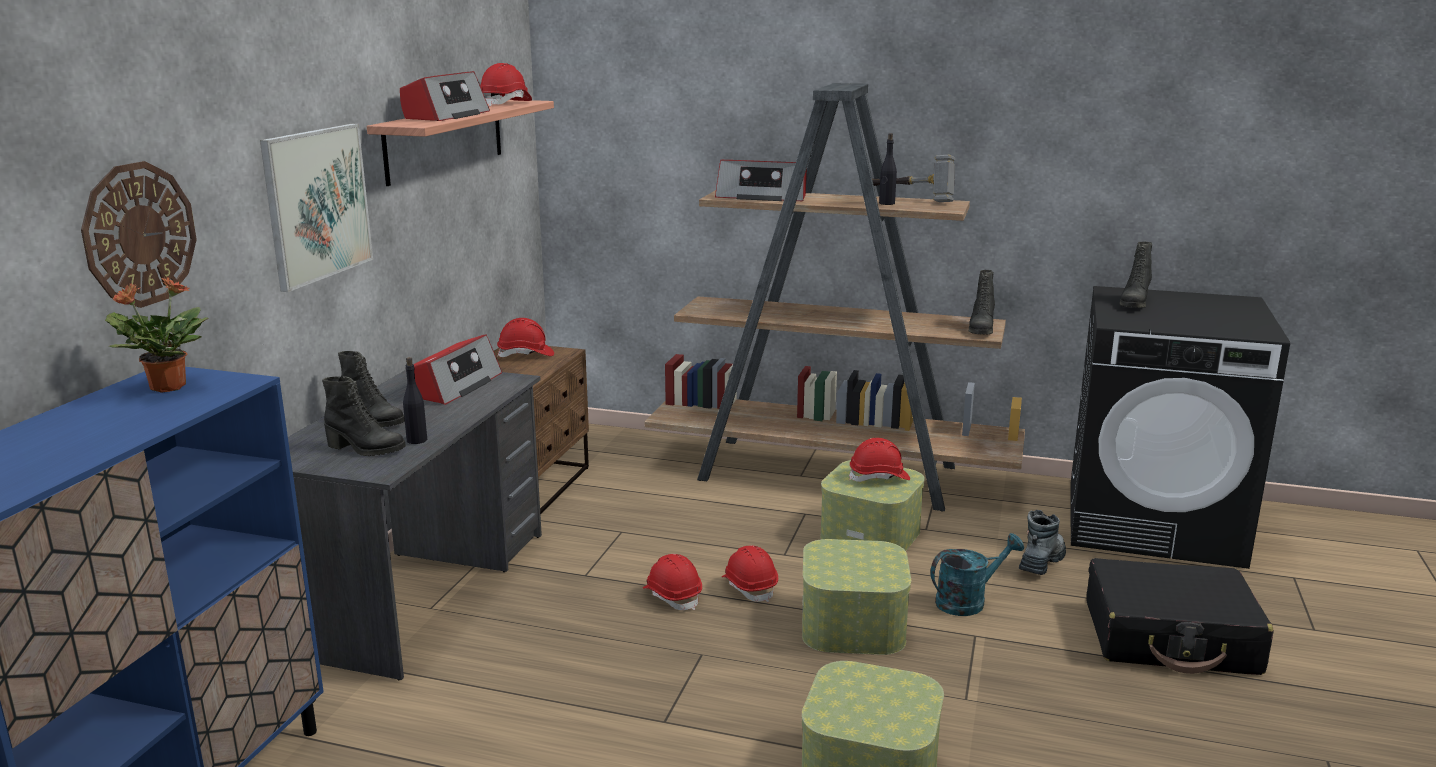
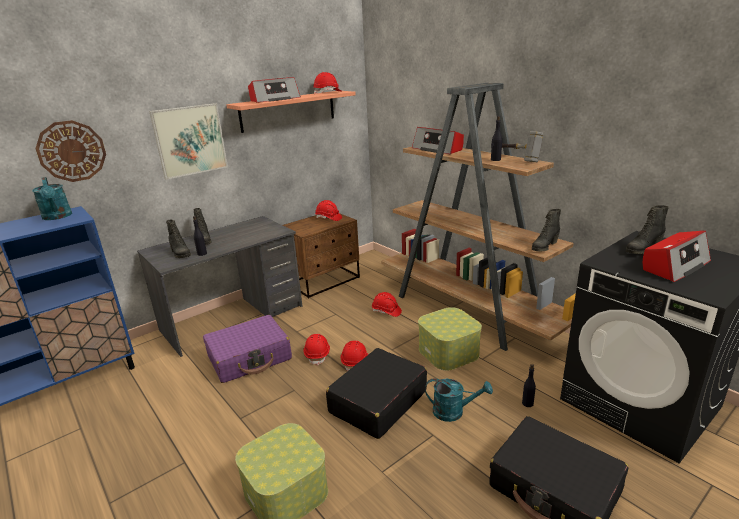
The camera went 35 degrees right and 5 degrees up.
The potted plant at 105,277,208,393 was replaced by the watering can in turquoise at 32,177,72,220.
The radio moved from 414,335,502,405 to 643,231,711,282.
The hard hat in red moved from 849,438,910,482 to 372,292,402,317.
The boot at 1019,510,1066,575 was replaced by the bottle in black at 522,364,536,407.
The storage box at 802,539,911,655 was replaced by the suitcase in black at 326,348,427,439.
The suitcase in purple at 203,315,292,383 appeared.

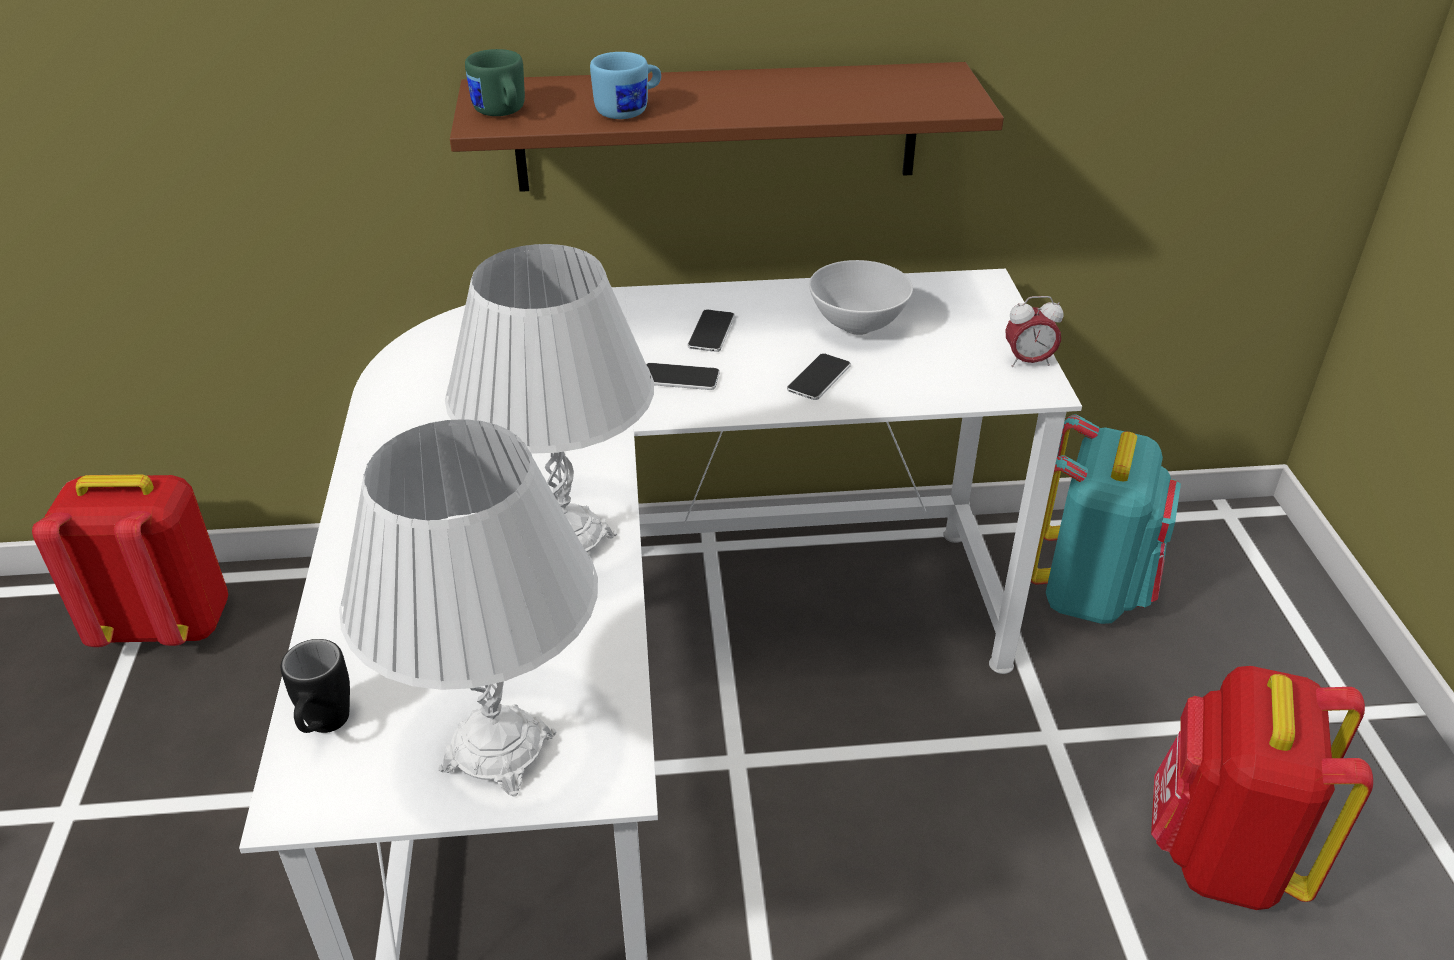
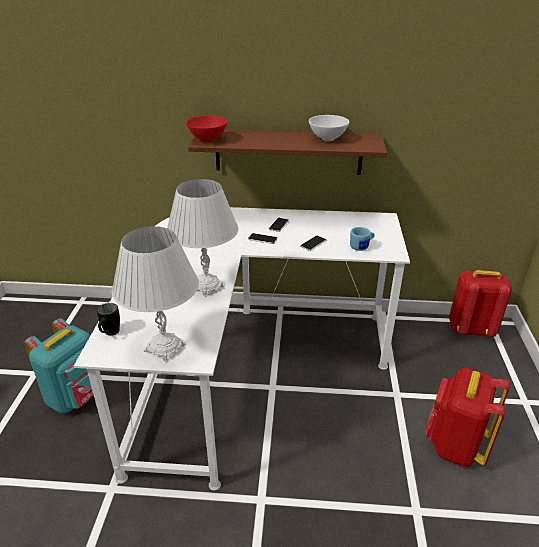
The camera went 10 degrees right and 5 degrees down.
The mug in green at 465,49,525,116 was replaced by the bowl in red at 186,116,227,142.
The mug in blue moved from 590,52,661,119 to 350,227,375,251.
The bowl in white moved from 809,260,913,335 to 309,115,349,141.
The alarm clock at 1005,296,1063,367 disappeared.
The backpack in turquoise moved from 1031,414,1181,624 to 24,318,94,414.
The backpack in red moved from 32,475,228,647 to 449,270,512,337.

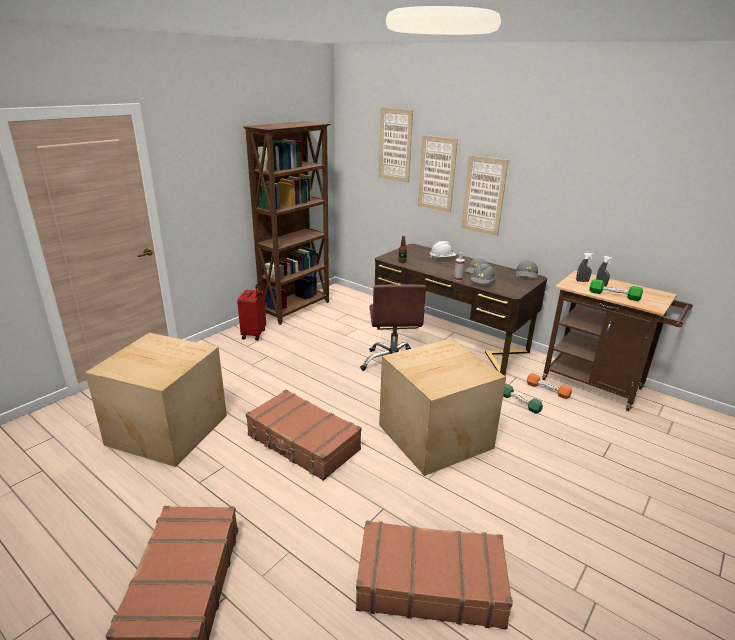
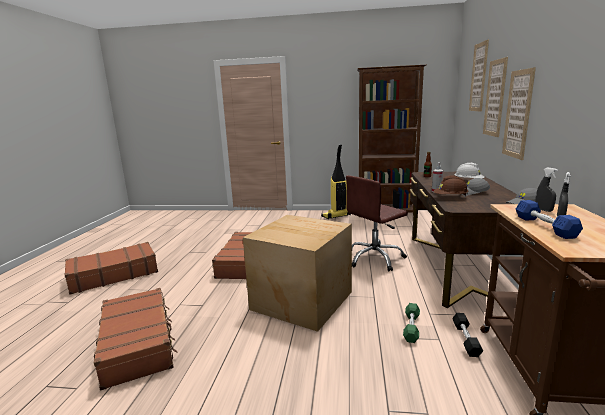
The camera went 60 degrees right and 10 degrees down.
The hard hat in grey at 471,263,495,284 became the hard hat in brown at 434,175,469,197.
The dumbbell in green at 589,279,643,301 became the dumbbell in blue at 516,200,583,239.
The suitcase in red at 237,282,266,341 was replaced by the vacuum cleaner at 321,144,351,219.
The cardboard box at 85,332,227,467 disappeared.
The dumbbell in orange at 527,373,572,399 became the dumbbell in black at 452,313,483,357.

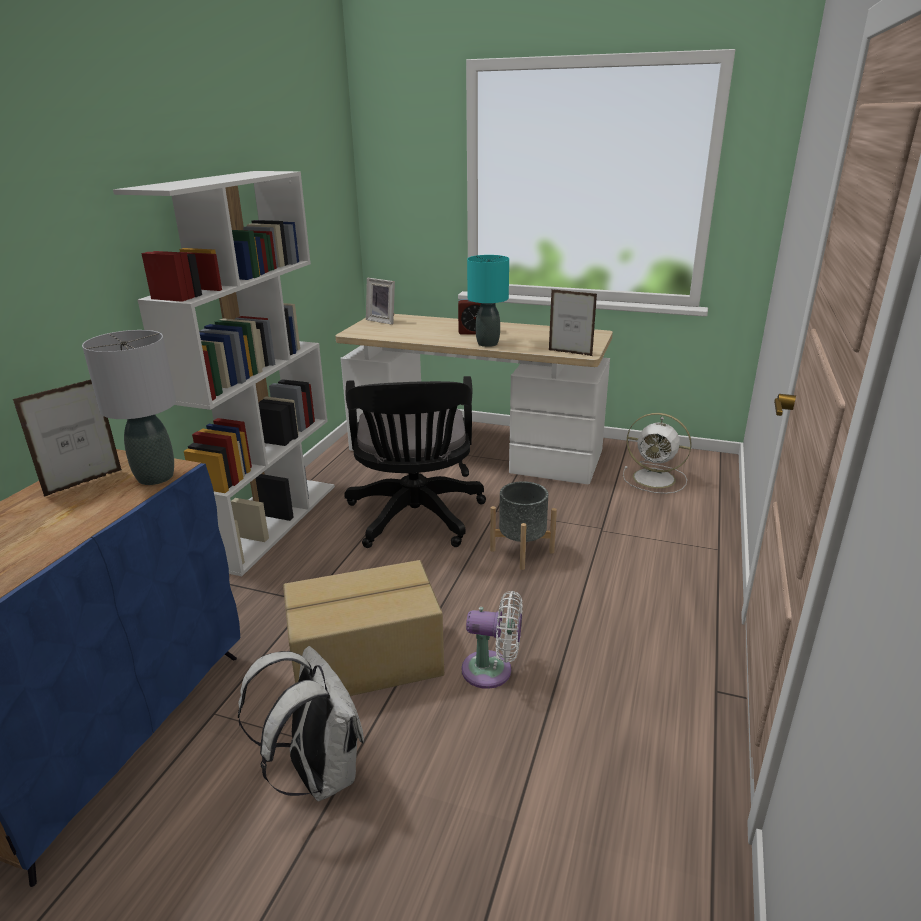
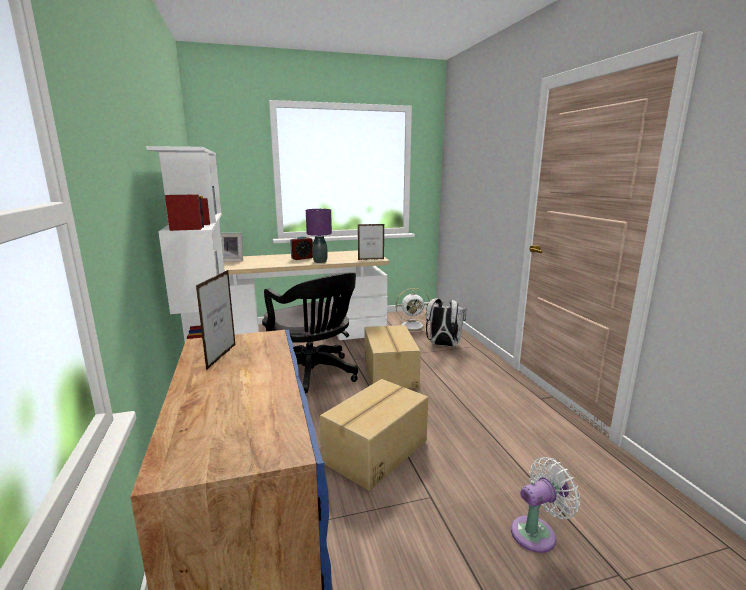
The camera went 35 degrees left and 10 degrees down.
The table lamp in turquoise at 467,255,509,347 became the table lamp in purple at 306,209,332,263.
The table lamp in grey at 82,330,176,485 disappeared.
The planter in grey at 490,481,557,570 was replaced by the cardboard box at 364,325,421,389.
The fan in white moved from 462,591,523,689 to 511,457,580,553.
The backpack in white moved from 238,646,364,801 to 426,298,466,347.

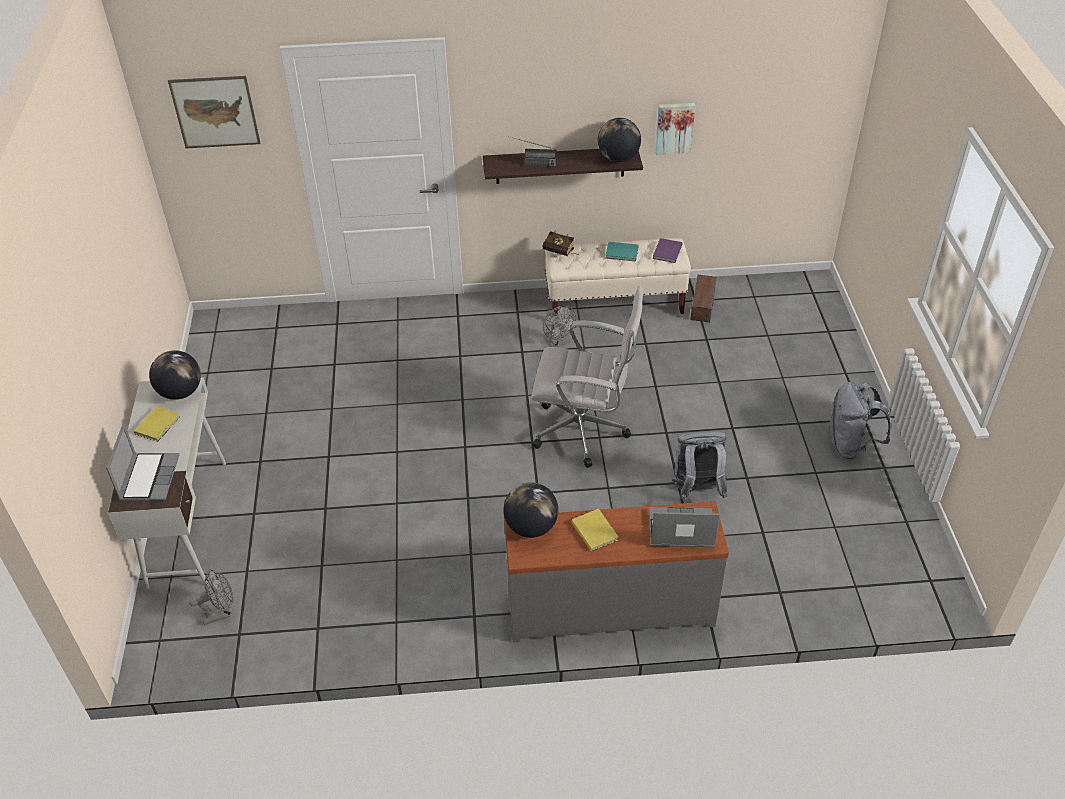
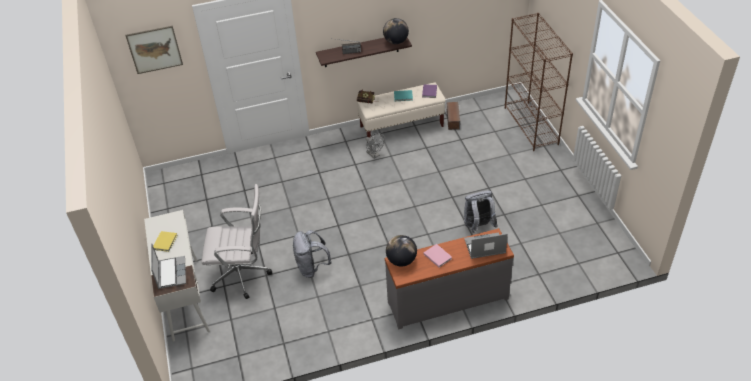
The camera went 10 degrees left and 0 degrees up.
The picture at 655,103,695,155 disappeared.
The office chair in white moved from 531,286,643,468 to 202,184,272,299.
The globe at 149,350,201,400 disappeared.
The backpack in grey moved from 828,382,892,459 to 293,230,331,278.
The book in yellow at 572,509,619,551 became the book in pink at 423,244,452,268.
The fan in grey at 189,569,233,625 disappeared.
The bookcase in brown at 505,13,573,151 appeared.

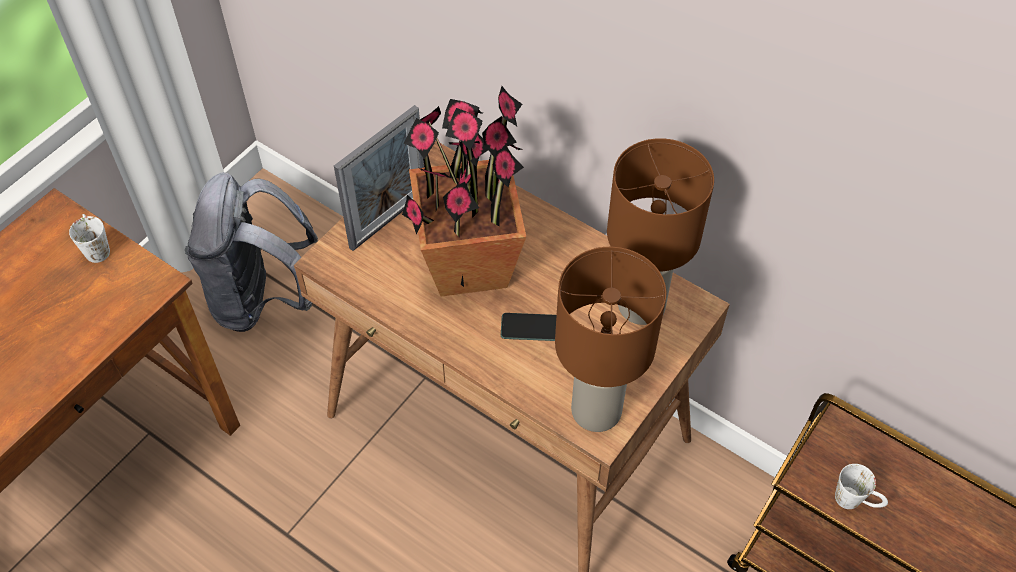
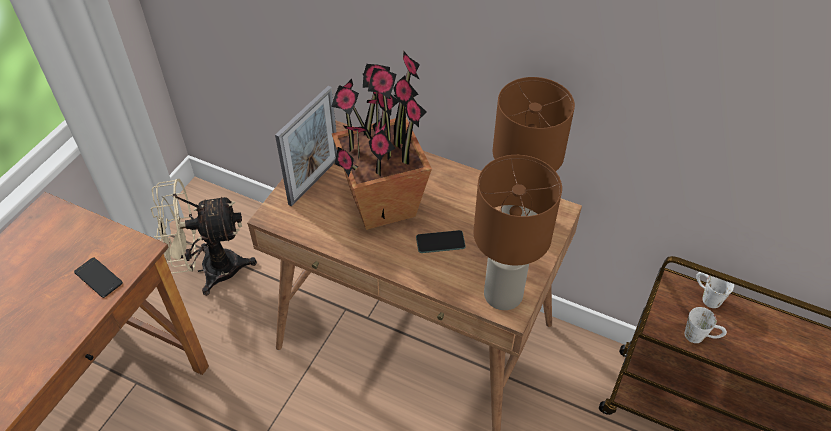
The camera went 10 degrees left and 5 degrees down.
The backpack in grey at 185,172,318,332 was replaced by the fan in beige at 151,179,257,296.
The mug in white moved from 69,214,110,263 to 696,272,734,308.
The phone at 74,257,123,298 appeared.

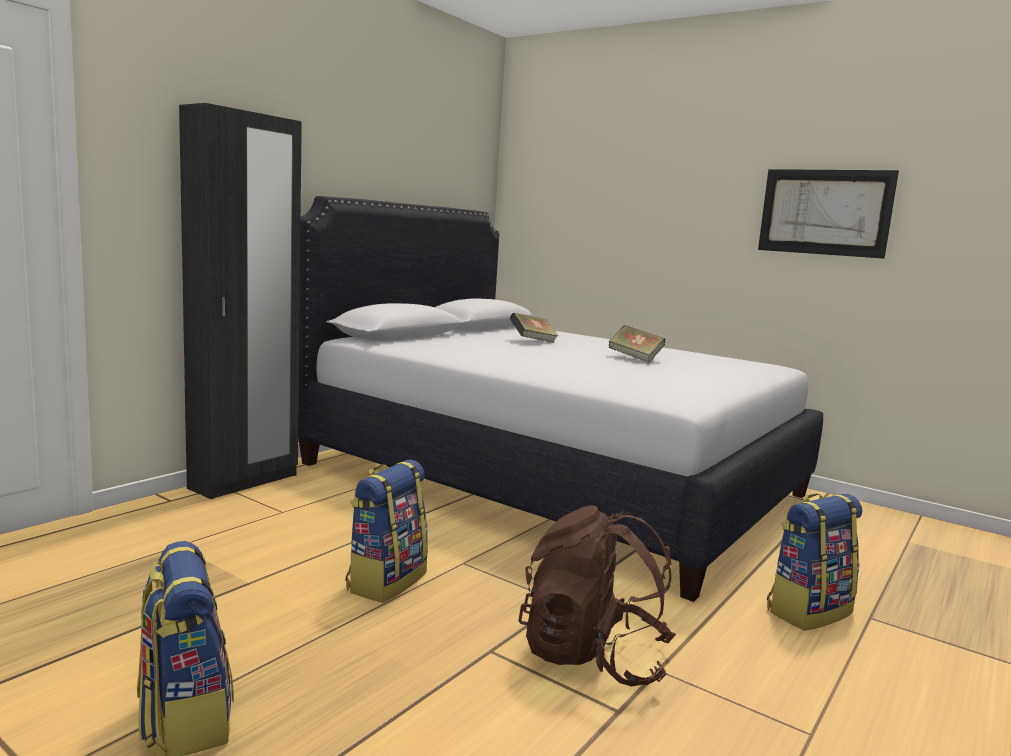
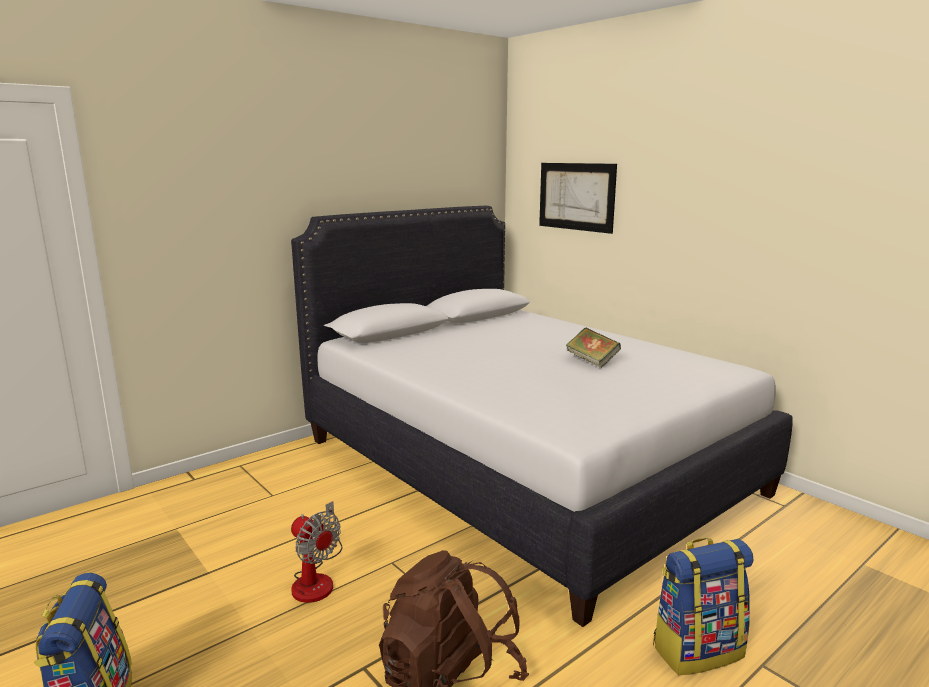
The camera went 15 degrees right and 5 degrees up.
The wardrobe in black at 179,103,302,499 disappeared.
The picture moved from 758,169,899,259 to 539,163,617,234.
The book at 510,313,559,343 disappeared.
The backpack at 345,460,428,603 was replaced by the fan at 291,501,342,603.

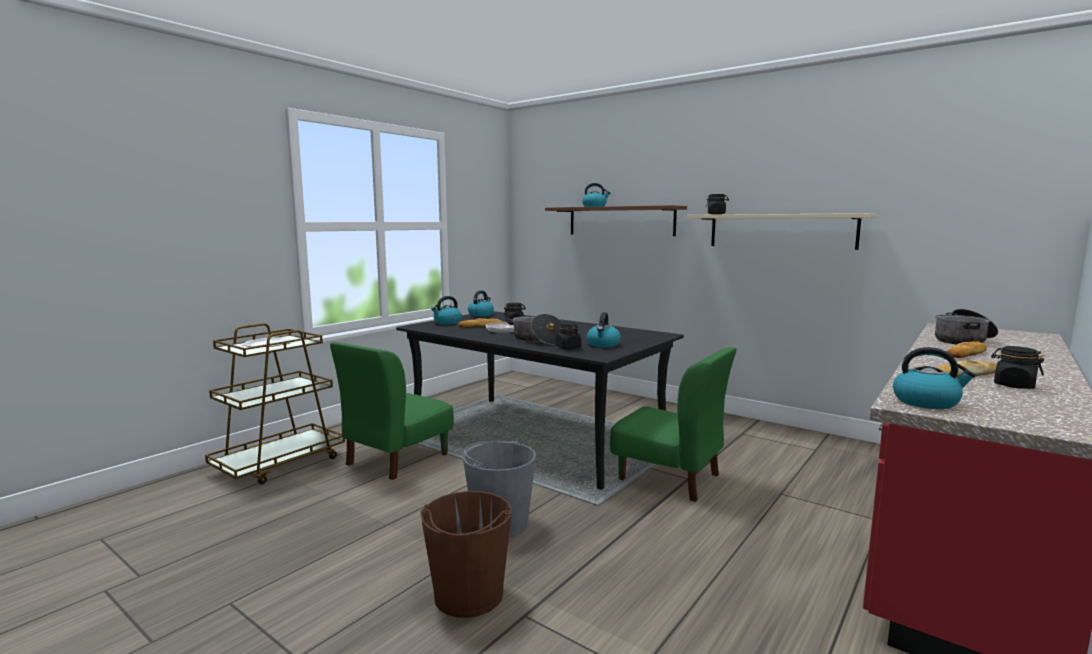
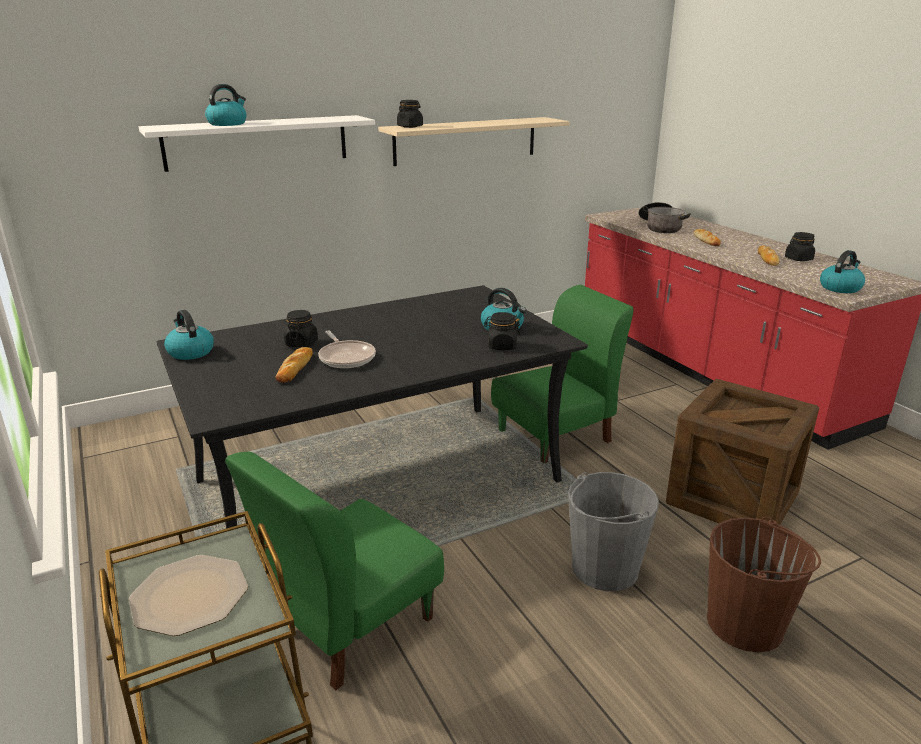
The camera went 65 degrees left and 15 degrees up.
The shelf in brown at 545,205,687,236 became the shelf in white at 139,115,375,172.
The kettle at 431,296,462,324 disappeared.
The cooking pot at 506,314,561,345 disappeared.
The chair in green at 330,342,454,480 turned 75 degrees clockwise.
The crate at 666,379,819,525 appeared.

